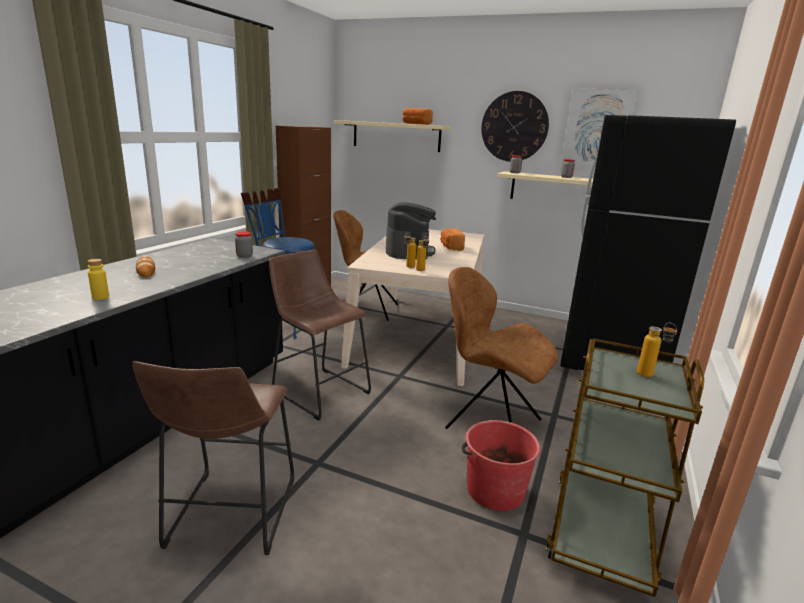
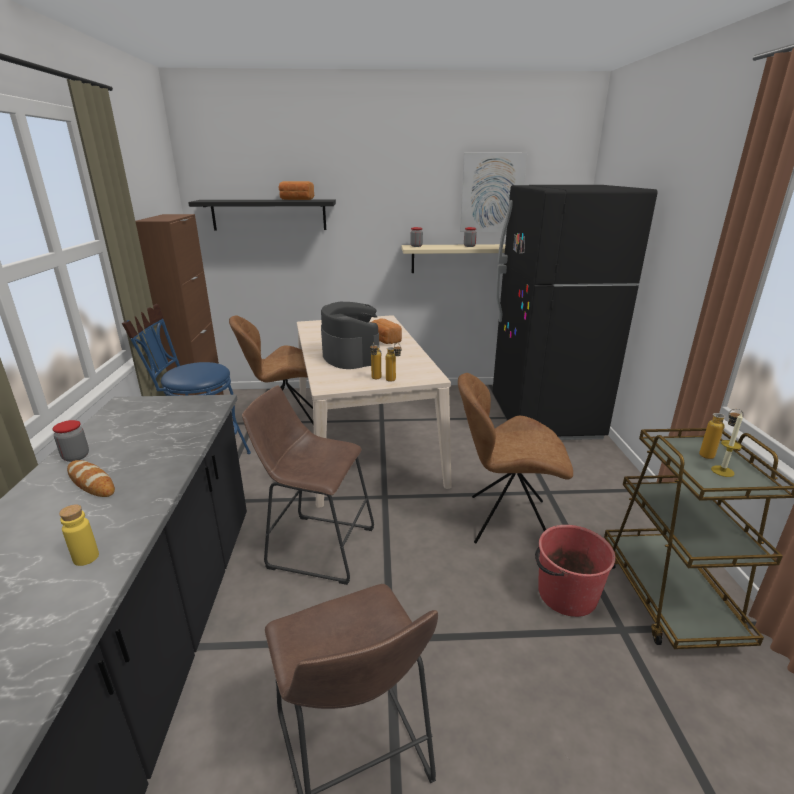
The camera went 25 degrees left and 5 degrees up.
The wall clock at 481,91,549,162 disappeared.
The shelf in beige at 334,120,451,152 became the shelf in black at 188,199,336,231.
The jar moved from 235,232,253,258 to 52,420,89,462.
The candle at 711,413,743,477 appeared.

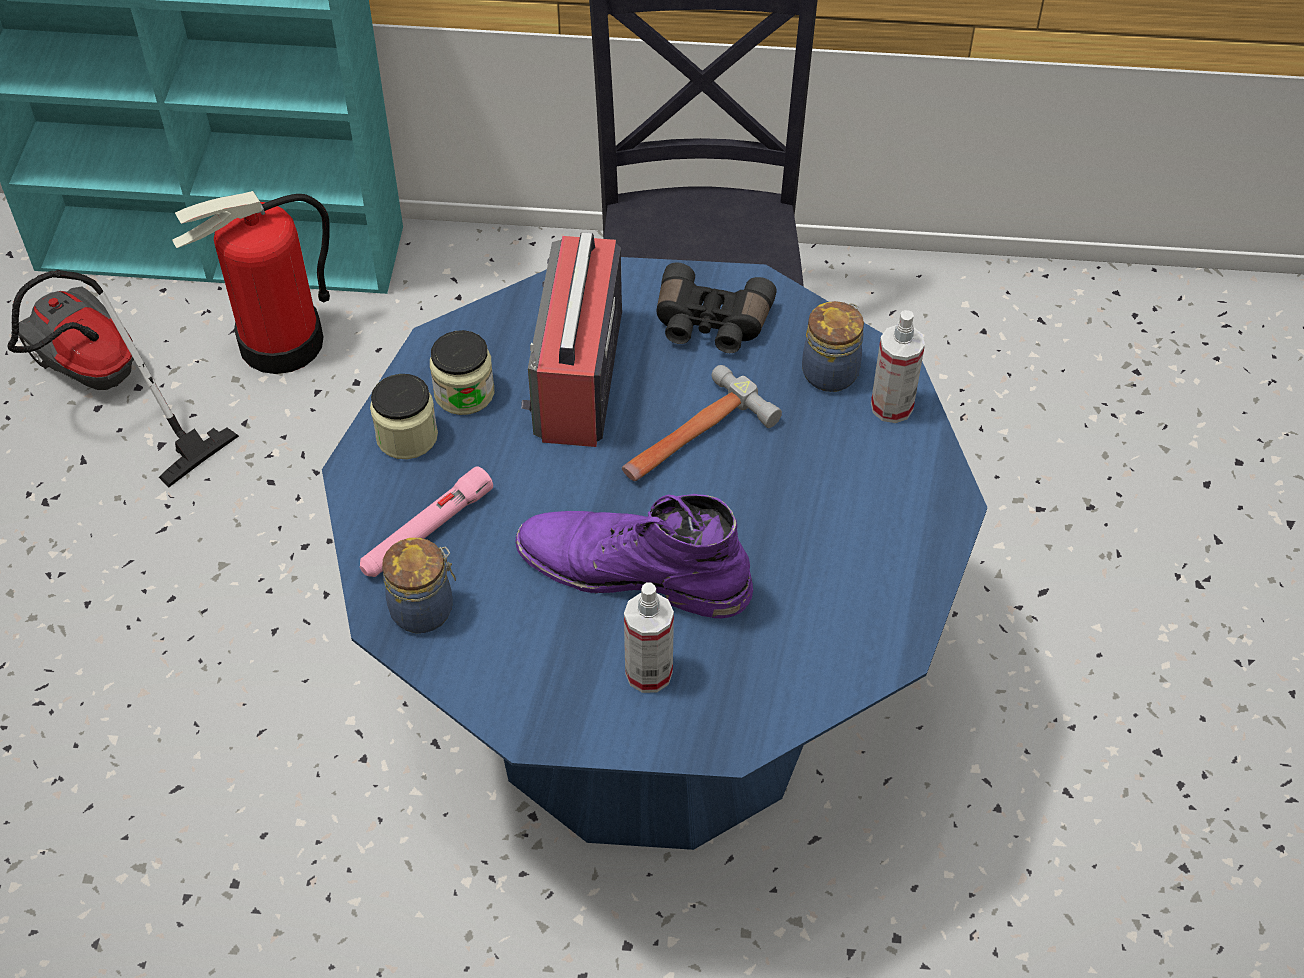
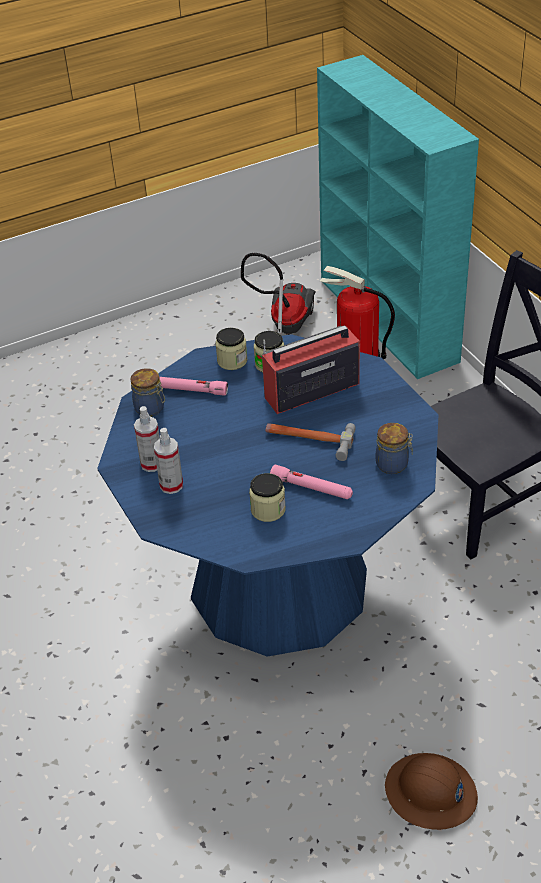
The camera went 60 degrees right and 10 degrees down.
The binoculars in black at 656,262,777,353 disappeared.
The spray bottle moved from 871,310,925,423 to 134,406,160,472.
The boot in purple at 515,494,753,618 disappeared.
The flashlight in pink at 270,465,353,499 appeared.
The jar at 249,473,286,522 appeared.
The hard hat in brown at 385,753,478,830 appeared.

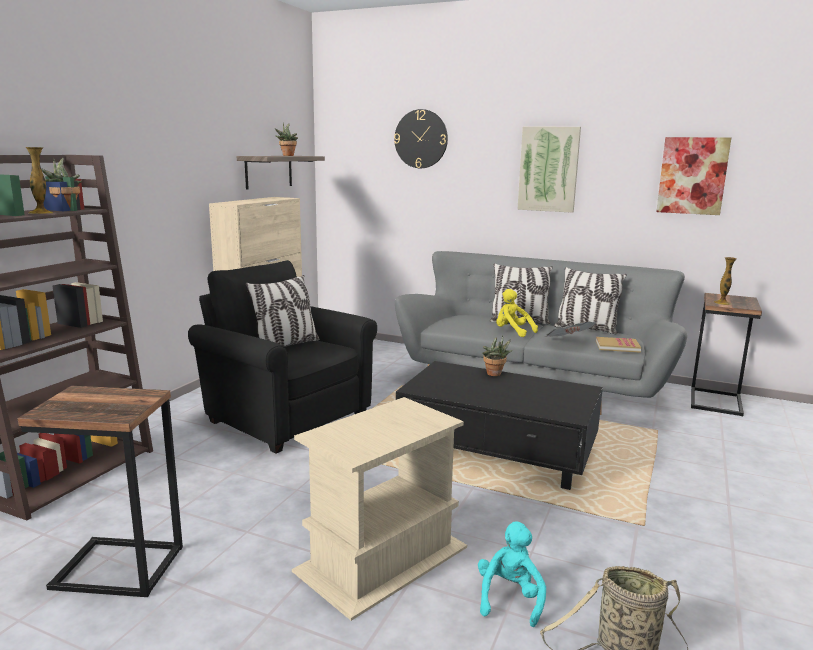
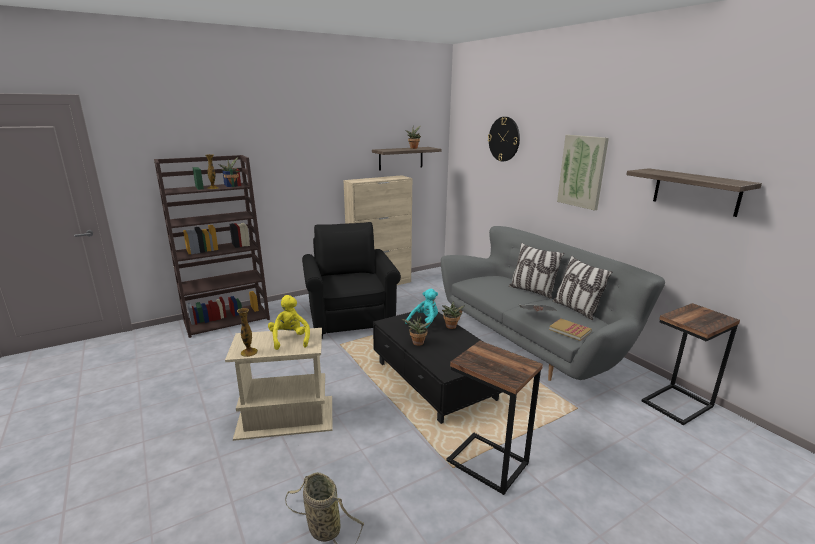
The camera went 35 degrees right and 5 degrees up.
The picture at 656,137,731,215 was replaced by the shelf at 626,168,762,217.
The vase moved from 714,257,737,305 to 237,308,258,357.
The pillow at 245,275,319,347 disappeared.
The plush toy in yellow moved from 496,289,538,337 to 268,295,310,350.
The side table moved from 18,386,183,597 to 446,341,543,495.
The plush toy in turquoise moved from 478,521,546,627 to 405,289,438,328.
The potted plant at 402,316,431,346 appeared.

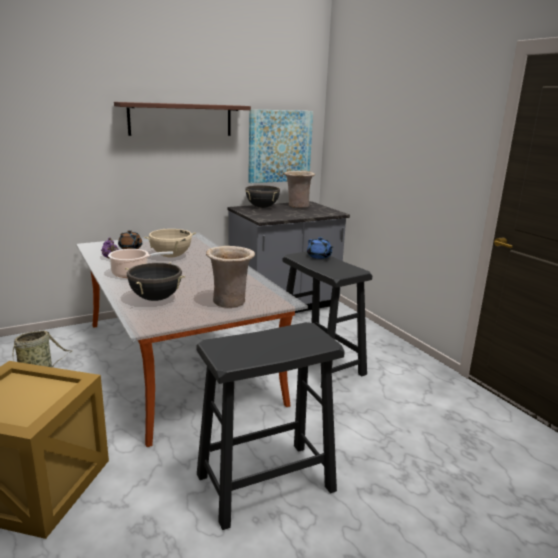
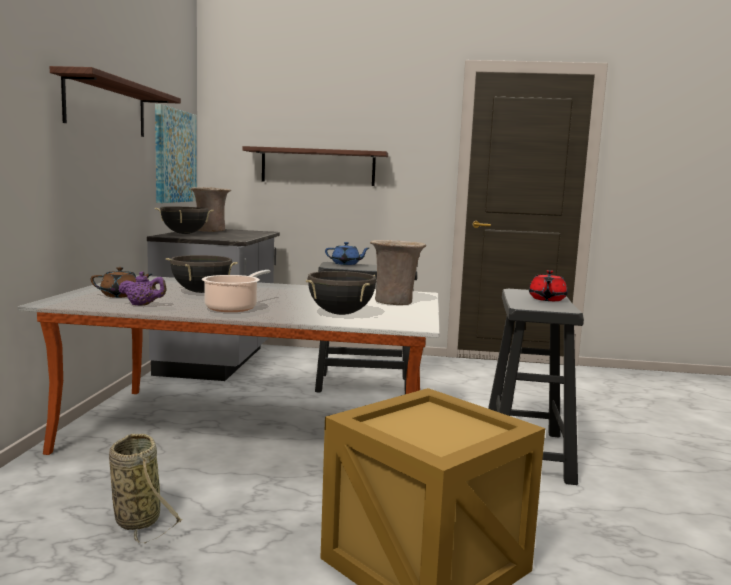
The camera went 55 degrees left and 10 degrees down.
The cooking pot in beige at 144,229,196,258 became the cooking pot in black at 166,255,238,293.
The shelf at 242,146,388,186 appeared.
The teapot in red at 529,270,568,301 appeared.

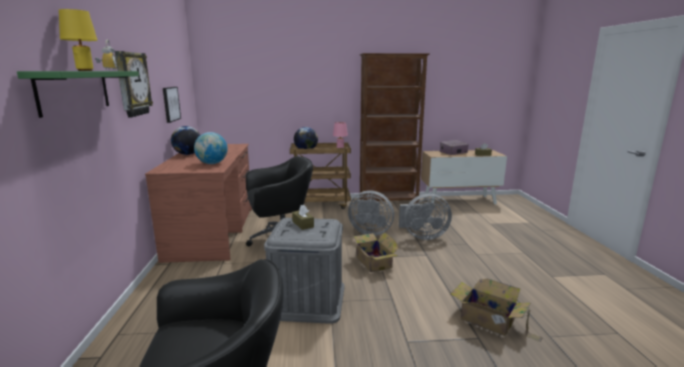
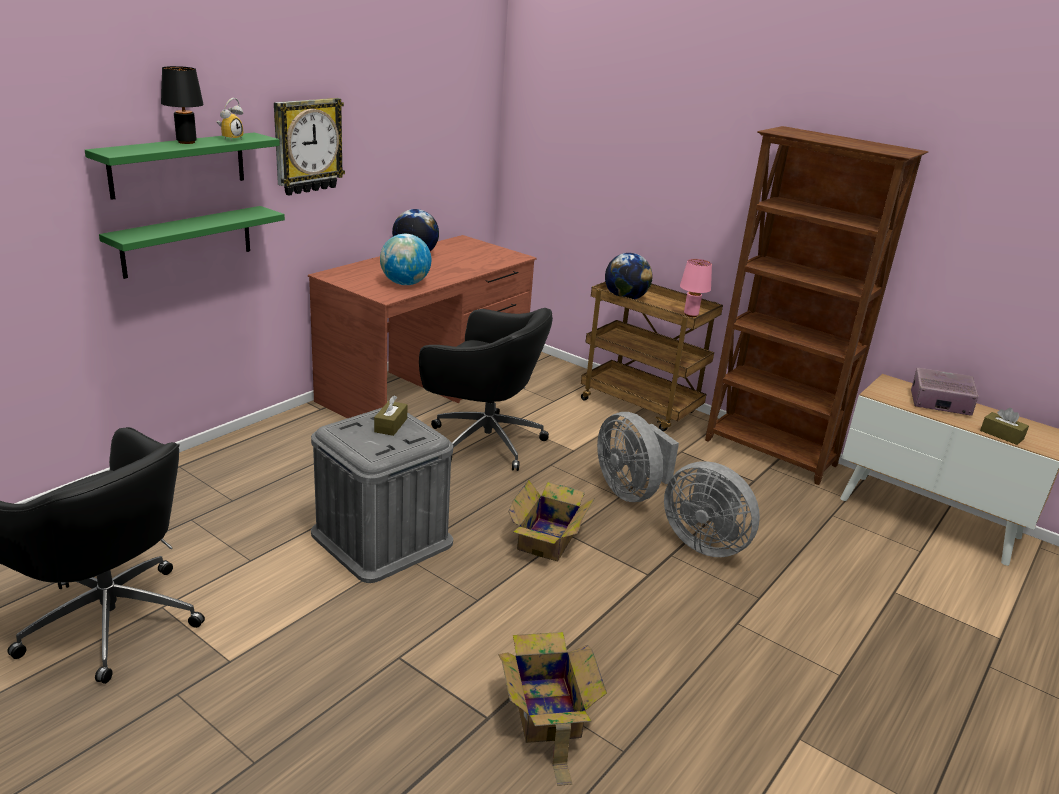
The camera went 40 degrees right and 10 degrees up.
The table lamp in yellow at 59,9,98,71 became the table lamp in black at 161,66,204,144.
The picture at 163,87,181,123 disappeared.
The shelf in green at 99,206,285,279 appeared.

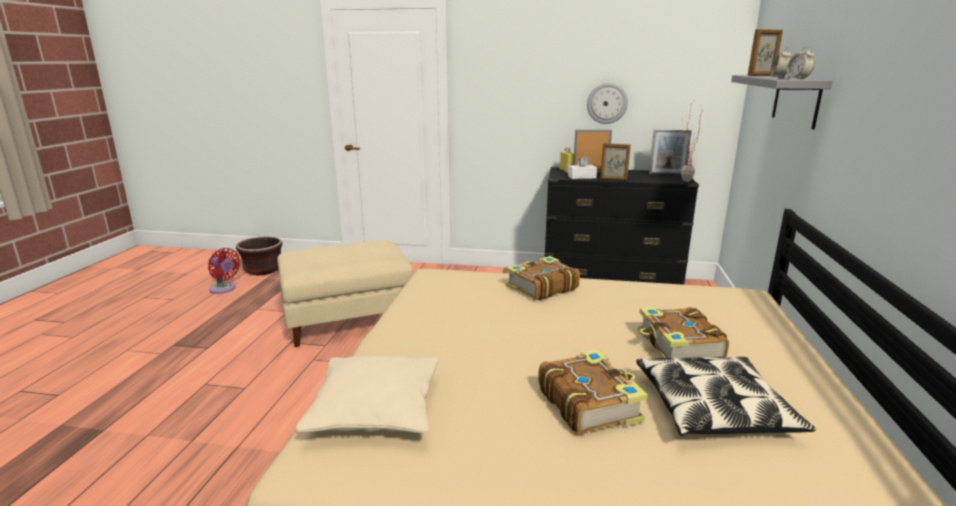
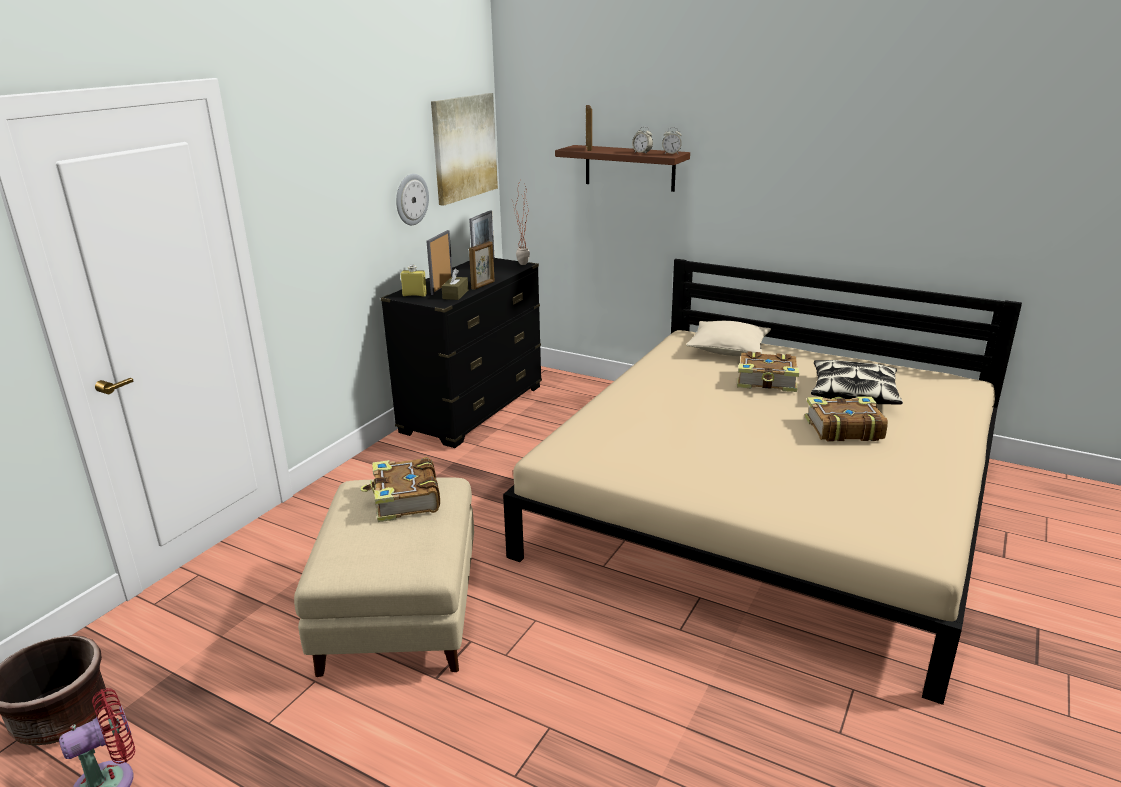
The camera went 70 degrees left and 5 degrees up.
The shelf in grey at 731,75,833,130 became the shelf in brown at 555,145,690,192.
The tissue box in white at 568,156,597,179 became the tissue box in brown at 442,268,468,300.
The book moved from 506,256,580,300 to 360,457,440,522.
The pillow in beige moved from 295,355,439,433 to 686,321,771,356.
The picture at 431,93,498,206 appeared.

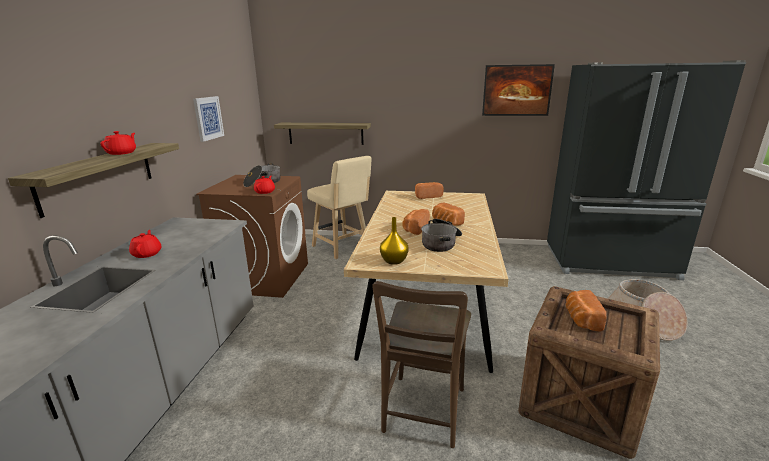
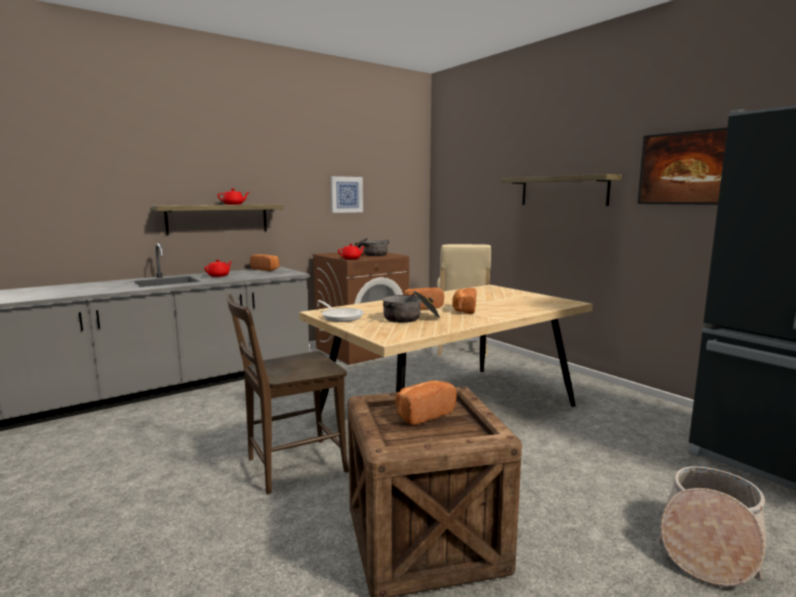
The camera went 45 degrees right and 10 degrees down.
The shelf moved from 274,123,371,145 to 501,174,622,206.
The bread moved from 415,182,444,199 to 250,254,280,271.
The vase in yellow at 380,217,409,265 was replaced by the frying pan at 318,300,364,322.

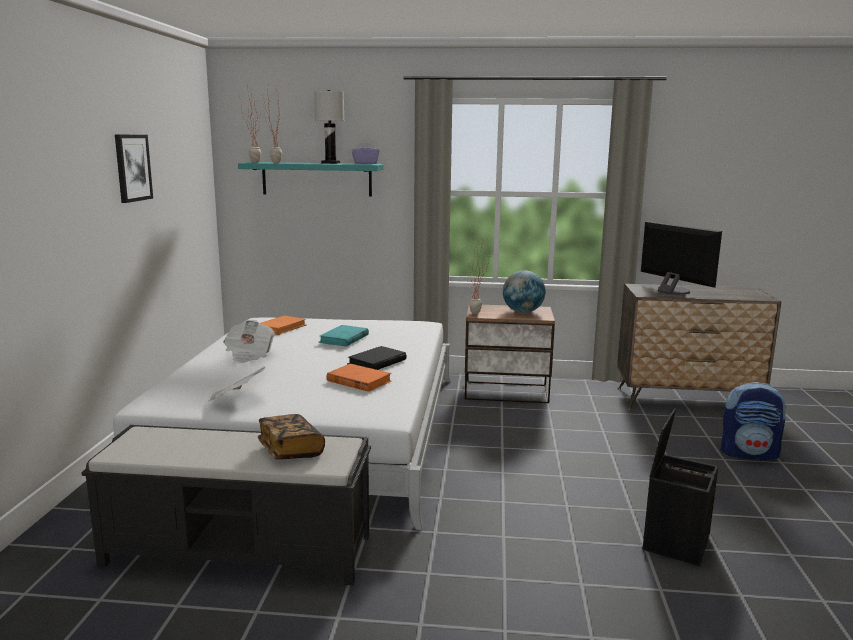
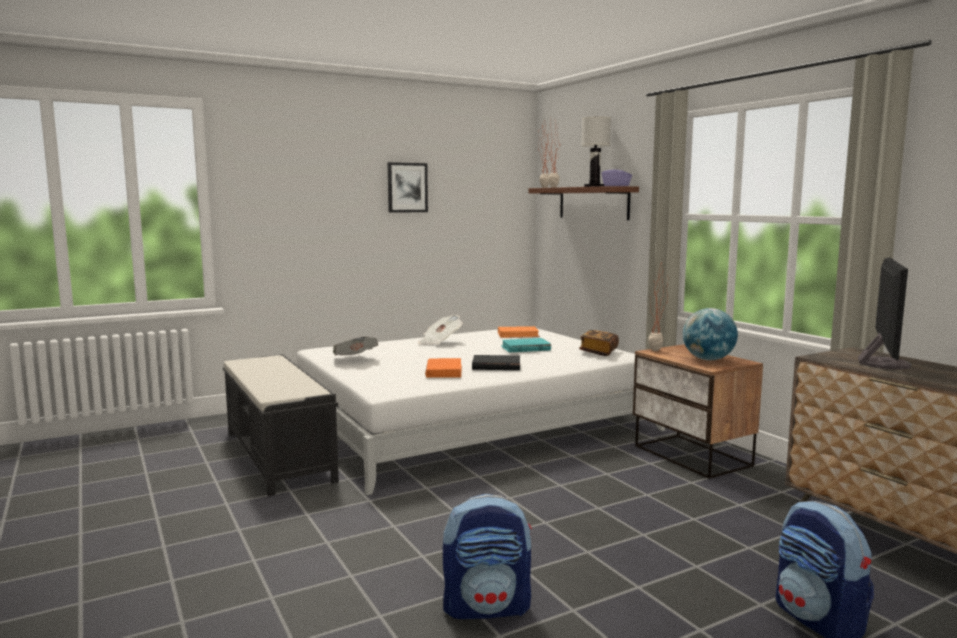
The camera went 55 degrees right and 5 degrees down.
The shelf in turquoise at 238,162,384,197 became the shelf in brown at 529,186,639,220.
The storage box in black at 643,408,718,566 was replaced by the backpack at 443,494,532,619.
The book moved from 258,414,325,460 to 579,330,619,356.

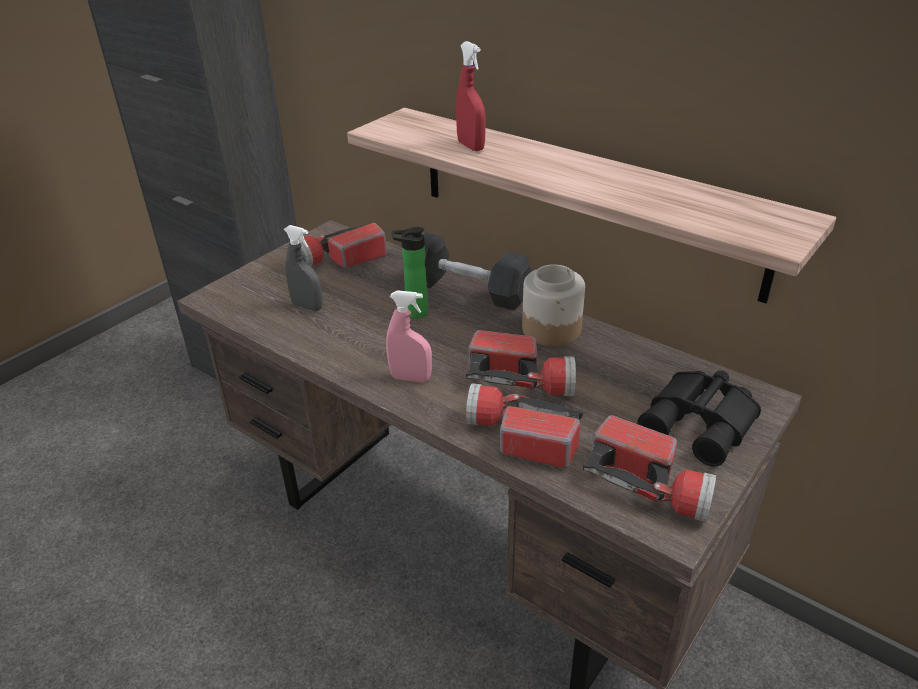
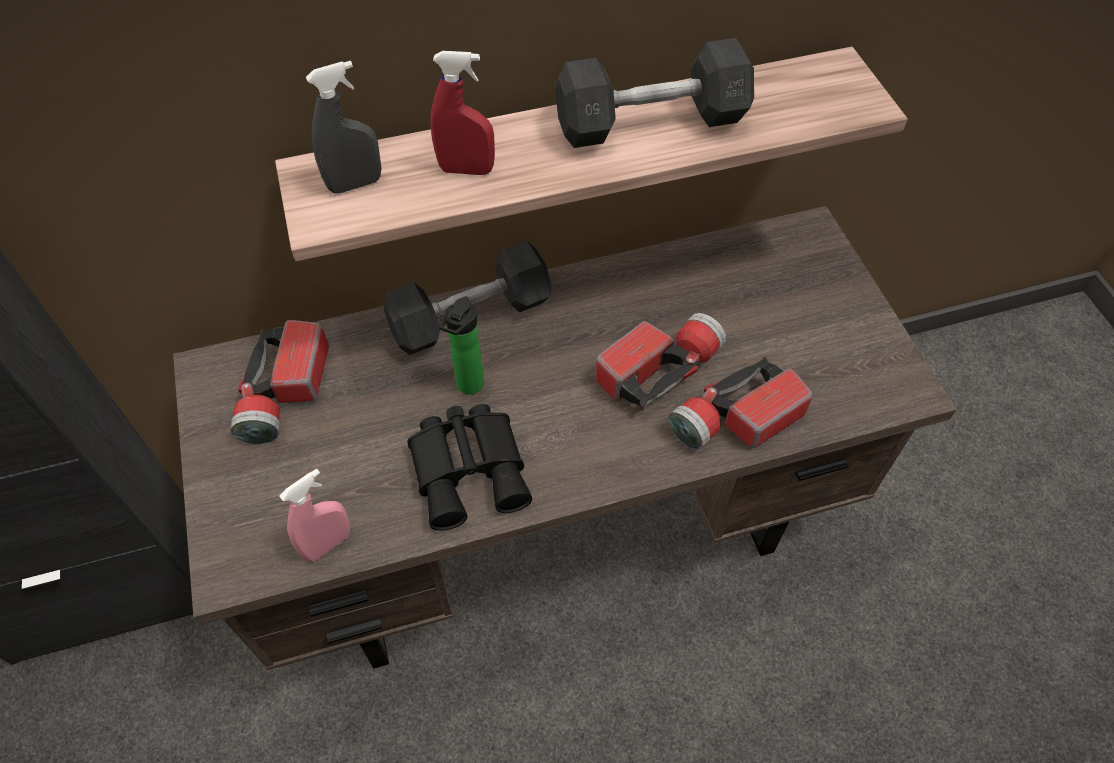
The camera went 55 degrees left and 20 degrees up.
The spray bottle in grey moved from 284,225,322,311 to 306,61,381,194.
The jar at 522,264,585,346 disappeared.
The spray bottle in pink moved from 386,290,432,382 to 279,469,350,562.
The binoculars in black moved from 637,370,761,466 to 407,404,532,531.
The flashlight at 583,415,716,522 disappeared.
The dumbbell in grey at 555,38,754,148 appeared.

